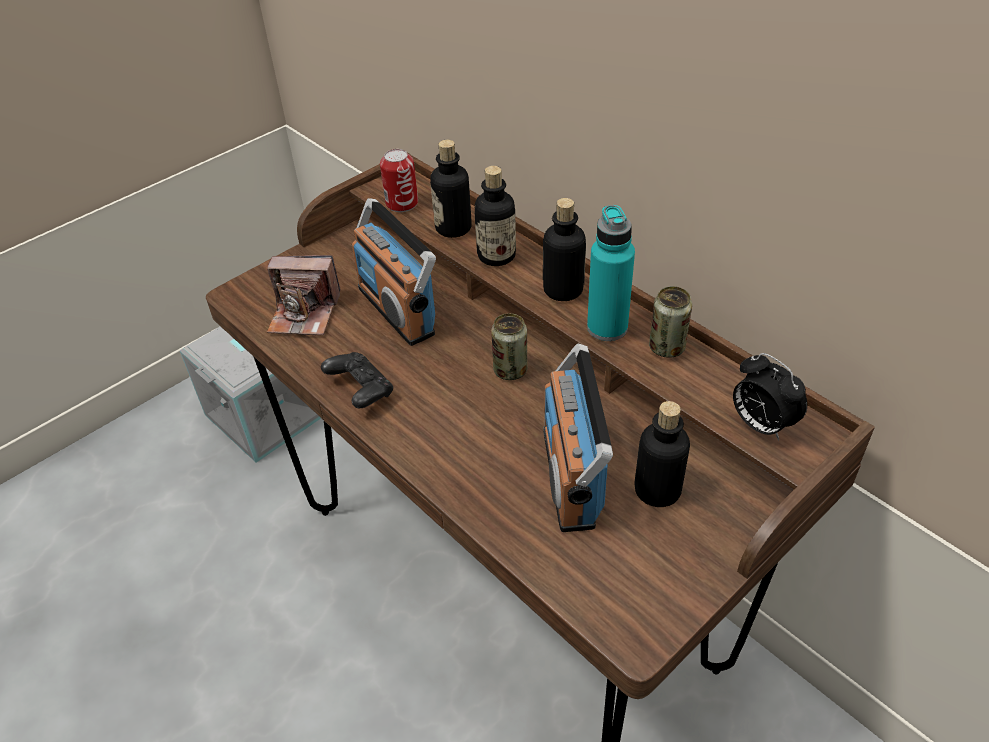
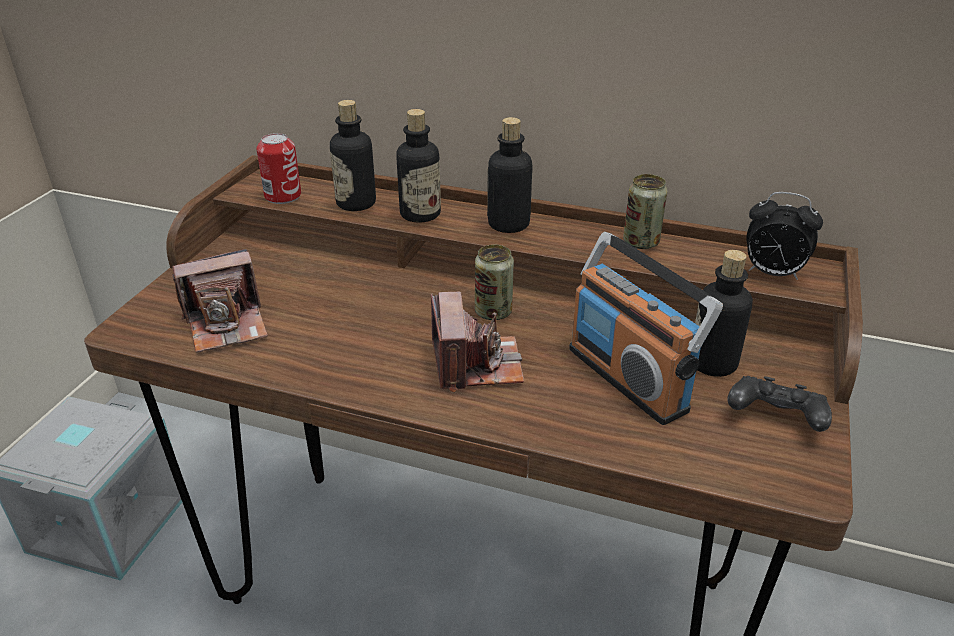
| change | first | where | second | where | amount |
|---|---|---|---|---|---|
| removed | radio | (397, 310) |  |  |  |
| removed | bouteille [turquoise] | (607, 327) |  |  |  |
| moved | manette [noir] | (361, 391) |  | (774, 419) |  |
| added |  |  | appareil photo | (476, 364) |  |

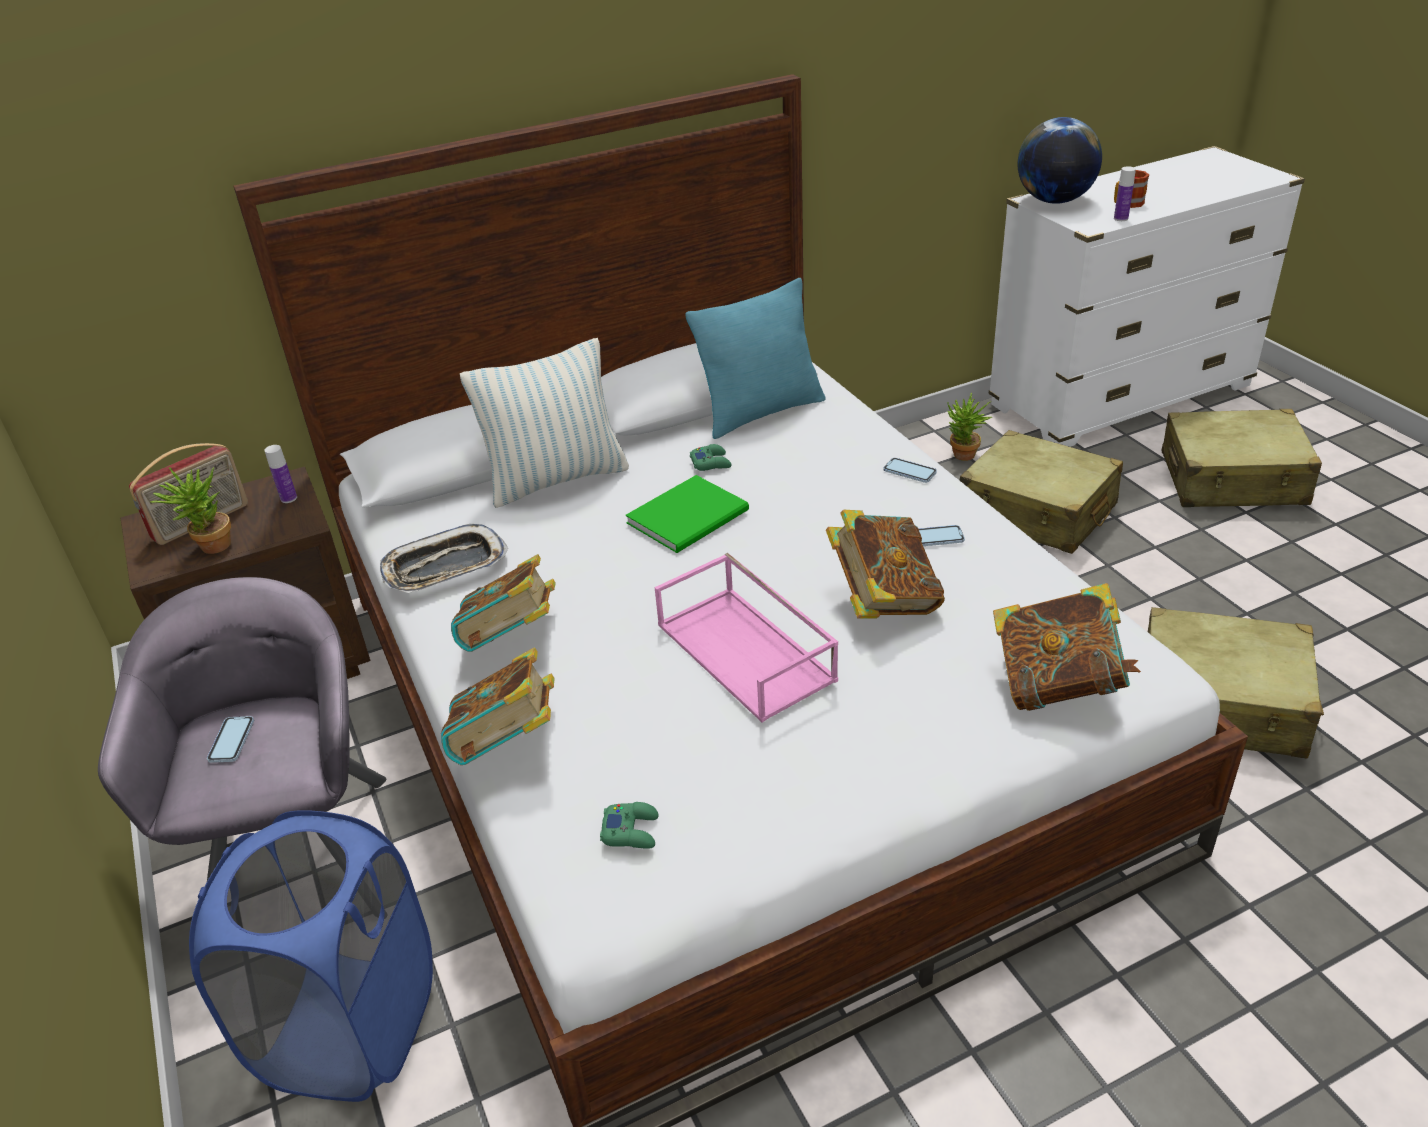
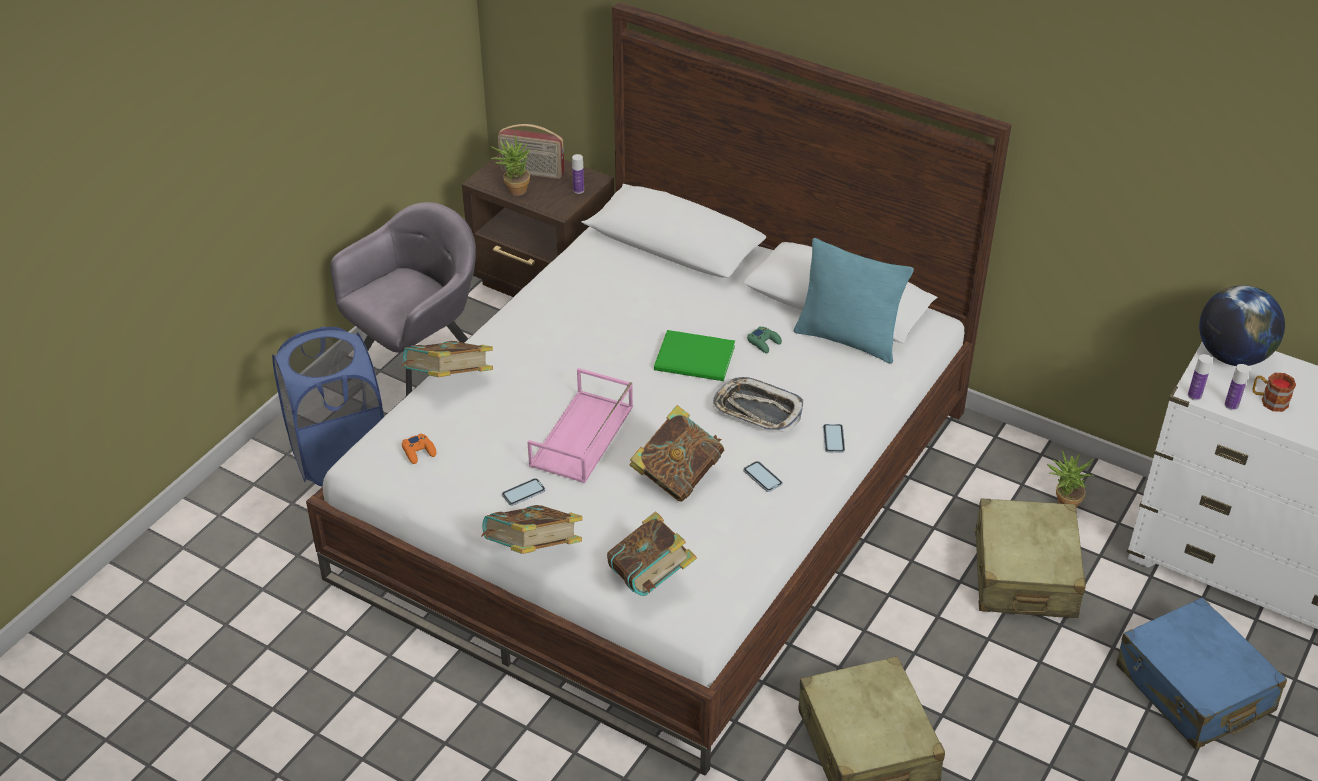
| change | first | where | second | where | amount |
|---|---|---|---|---|---|
| removed | coussin | (556, 479) |  |  |  |
| recoloured | valise [beige] | (1233, 479) | valise [bleu] | (1194, 689) |  |
| moved | plateau | (444, 567) |  | (757, 410) |  |
| moved | livre | (512, 640) |  | (532, 552) |  |
| moved | téléphone | (231, 741) |  | (523, 493) |  |
| recoloured | manette [vert] | (631, 831) | manette [orange] | (419, 451) |  |
| added |  |  | bouteille | (1194, 396) |  |

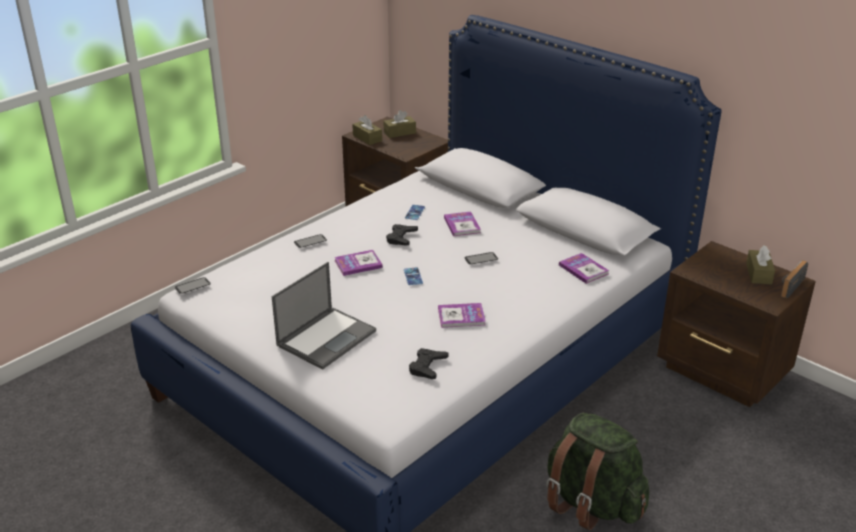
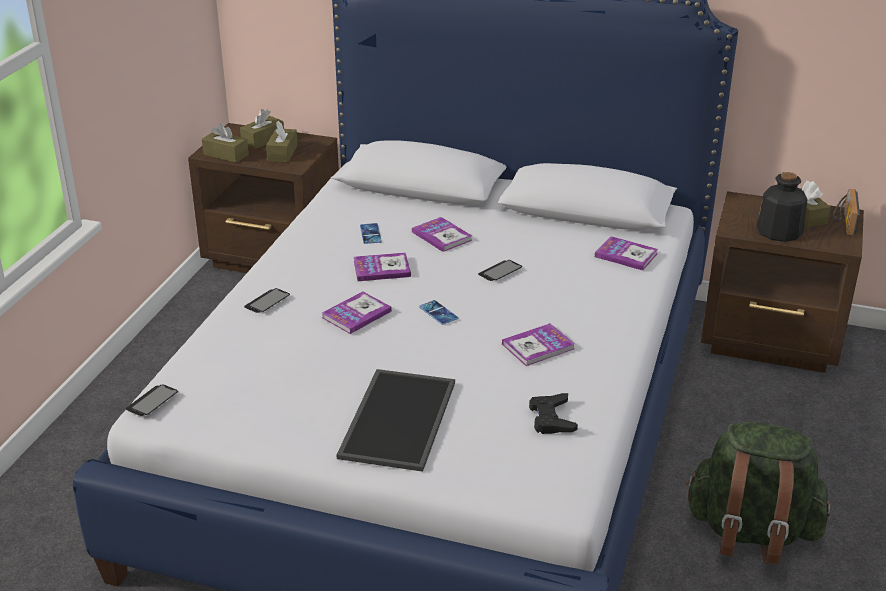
| change | first | where | second | where | amount |
|---|---|---|---|---|---|
| replaced | manette [noir] | (401, 238) | livre | (382, 269) |  |
| replaced | ordinateur portable | (327, 337) | plateau | (396, 418) |  |
| added |  |  | boîte à mouchoirs [marron] | (282, 153) |  |
| added |  |  | bouteille | (779, 231) |  |

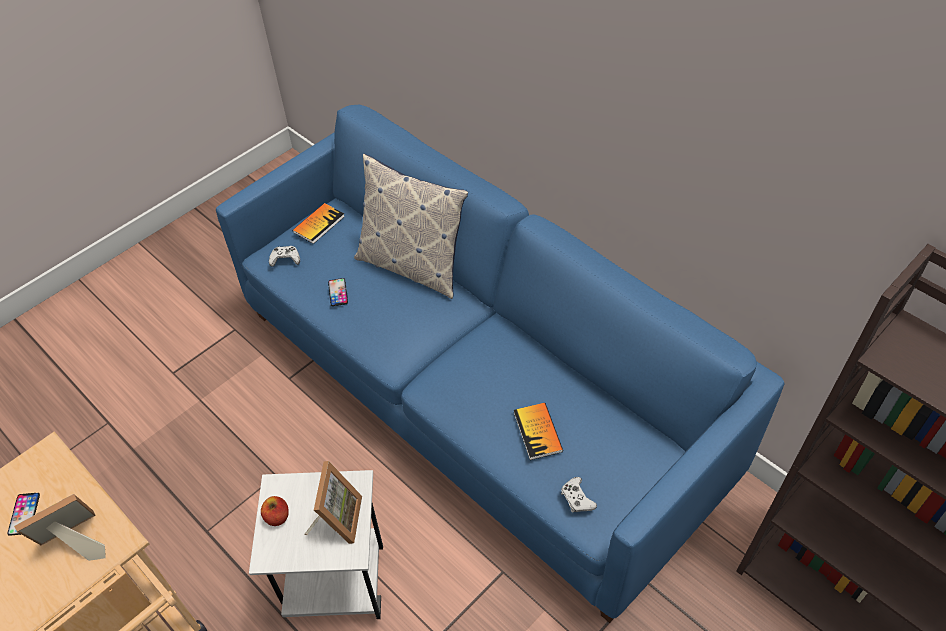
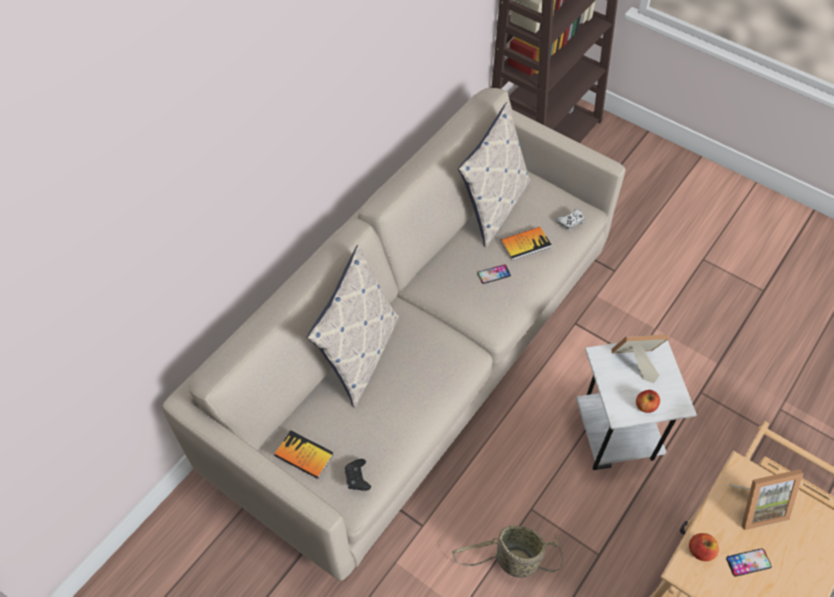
| change | first | where | second | where | amount |
|---|---|---|---|---|---|
| recoloured | canapé [bleu] | (478, 392) | canapé [beige] | (417, 357) |  |
| recoloured | manette [blanc] | (285, 259) | manette [noir] | (357, 477) |  |
| moved | téléphone | (338, 292) |  | (494, 274) |  |
| turned | cadre photo | (74, 543) |  | (757, 506) | 60 degrees counterclockwise |
| added |  |  | coussin | (493, 207) |  |
| added |  |  | panier | (513, 561) |  |
| added |  |  | pomme | (700, 551) |  |

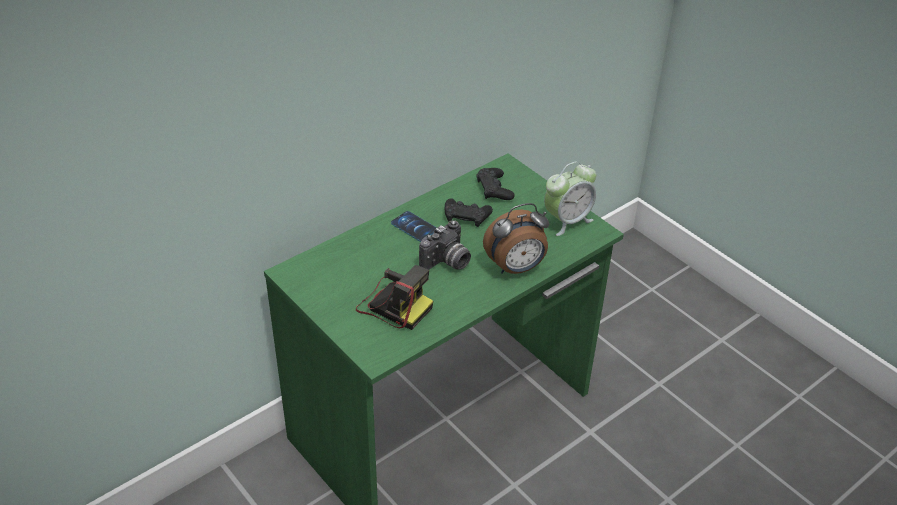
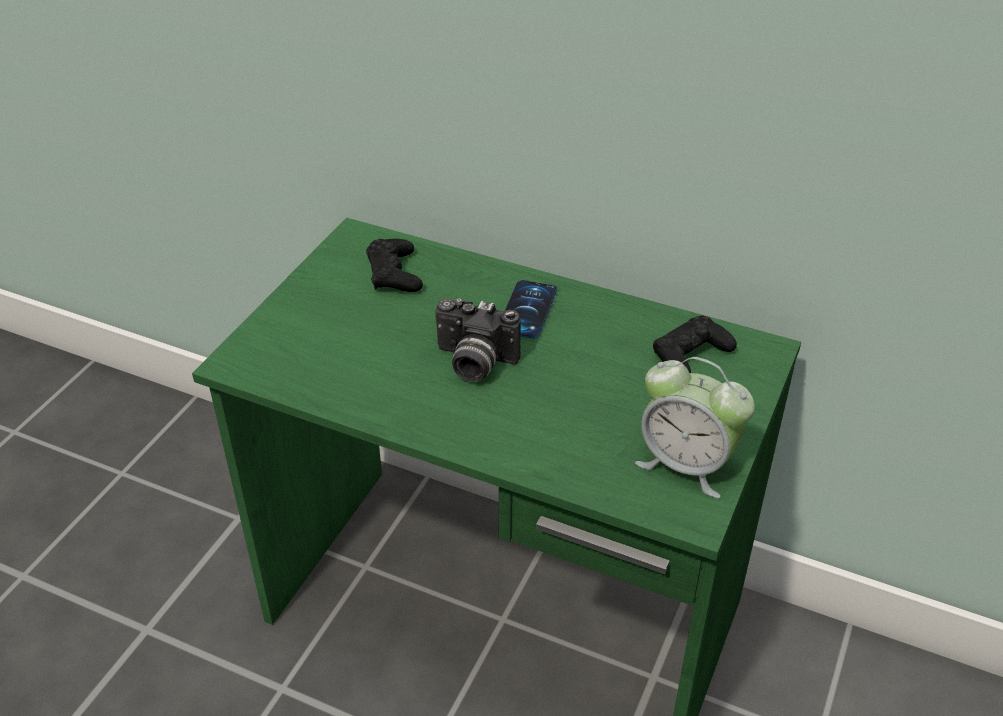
| change | first | where | second | where | amount |
|---|---|---|---|---|---|
| moved | manette [noir] | (466, 216) |  | (394, 274) |  |
| removed | réveil | (516, 268) |  |  |  |
| removed | appareil photo | (393, 305) |  |  |  |

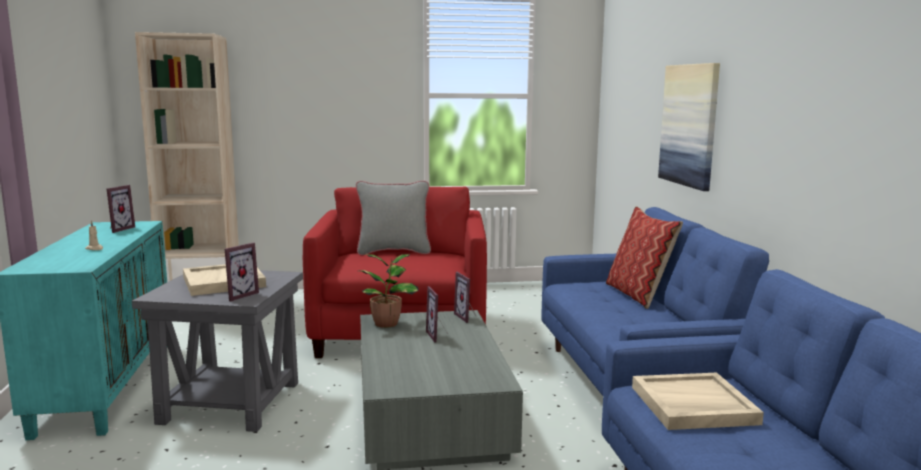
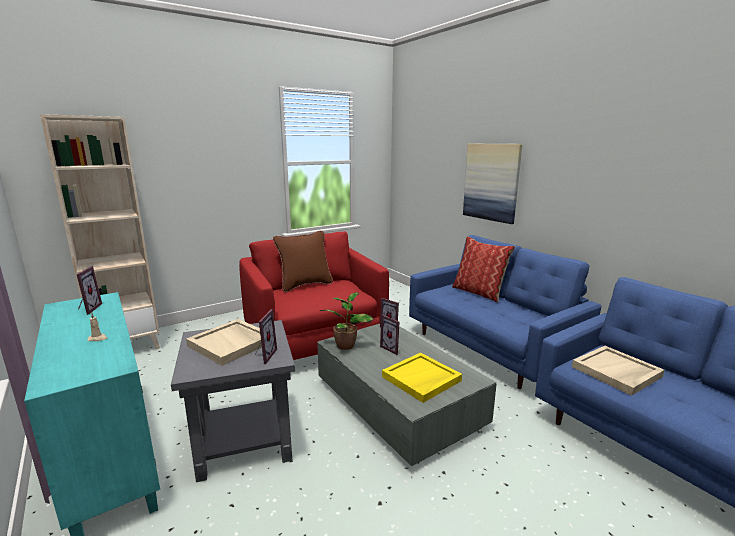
| change | first | where | second | where | amount |
|---|---|---|---|---|---|
| recoloured | coussin [gris] | (393, 251) | coussin [marron] | (305, 285) |  |
| added |  |  | plateau [jaune] | (421, 379) |  |

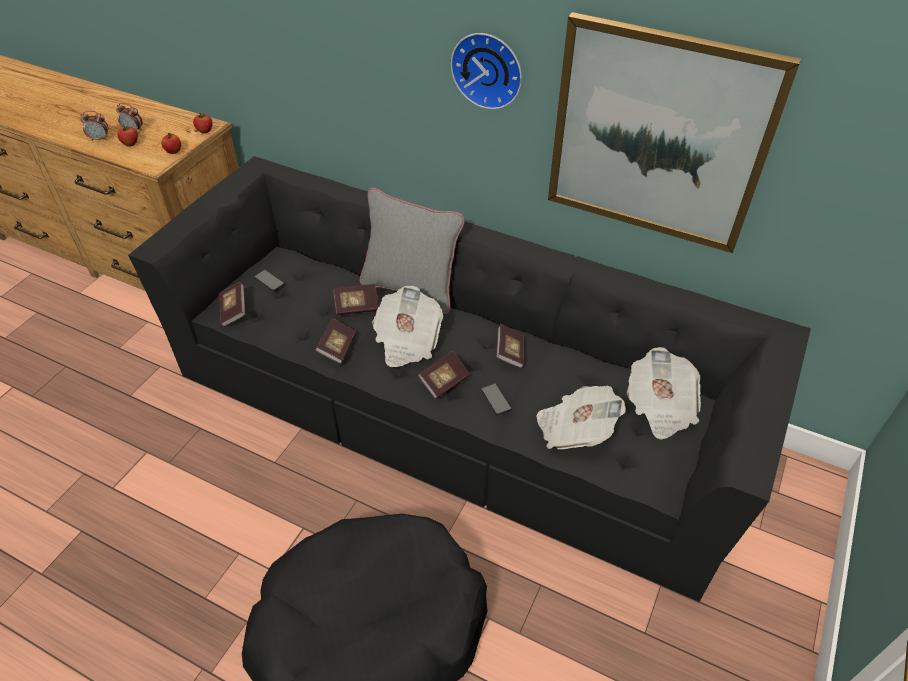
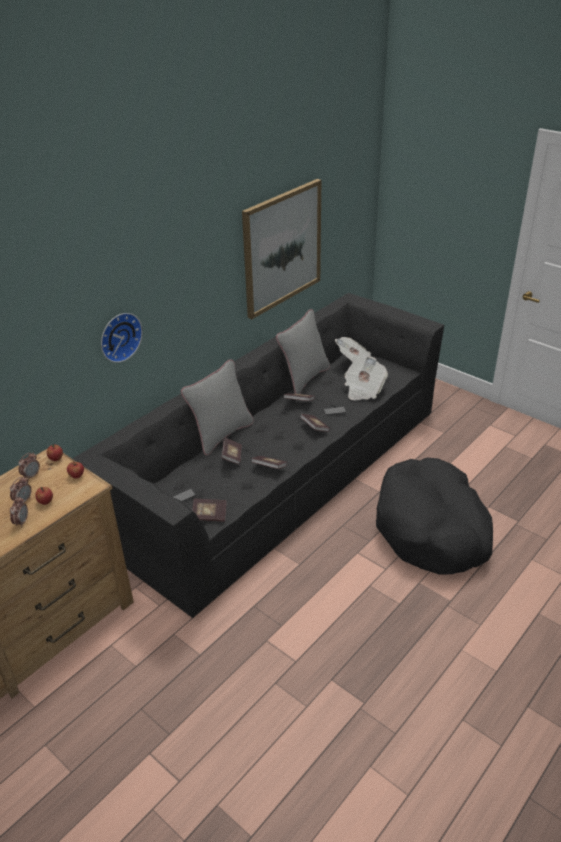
| change | first | where | second | where | amount |
|---|---|---|---|---|---|
| moved | horloge murale | (488, 69) |  | (119, 336) |  |
| removed | journal | (407, 341) |  |  |  |
| added |  |  | coussin [gris] | (304, 378) |  |
| added |  |  | réveil | (31, 476) |  |

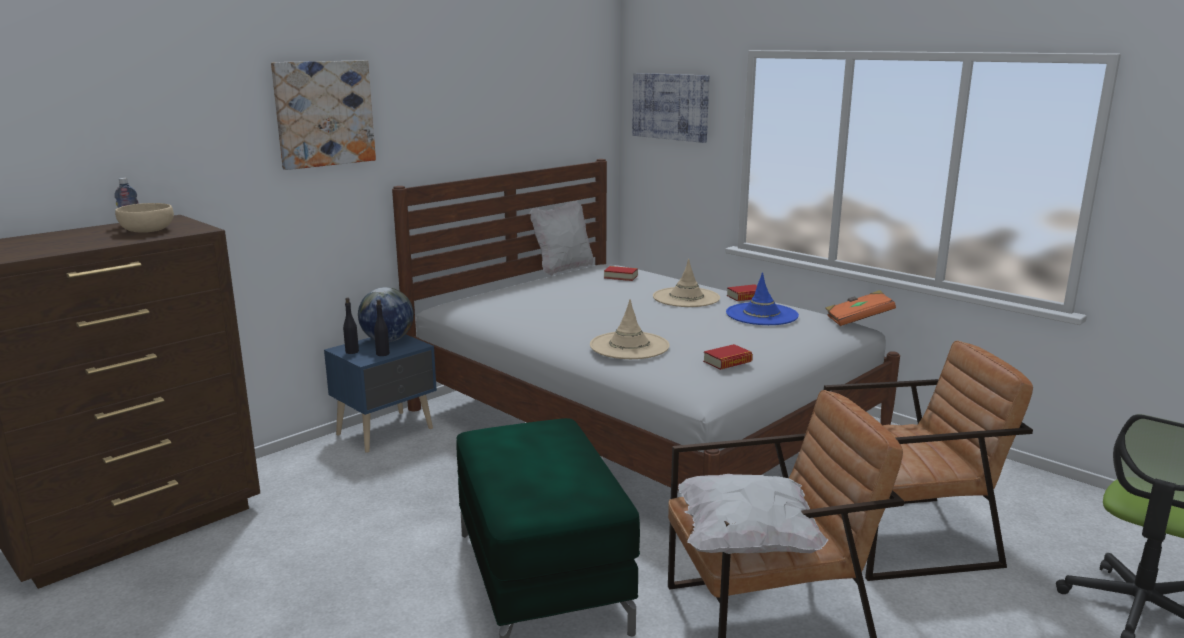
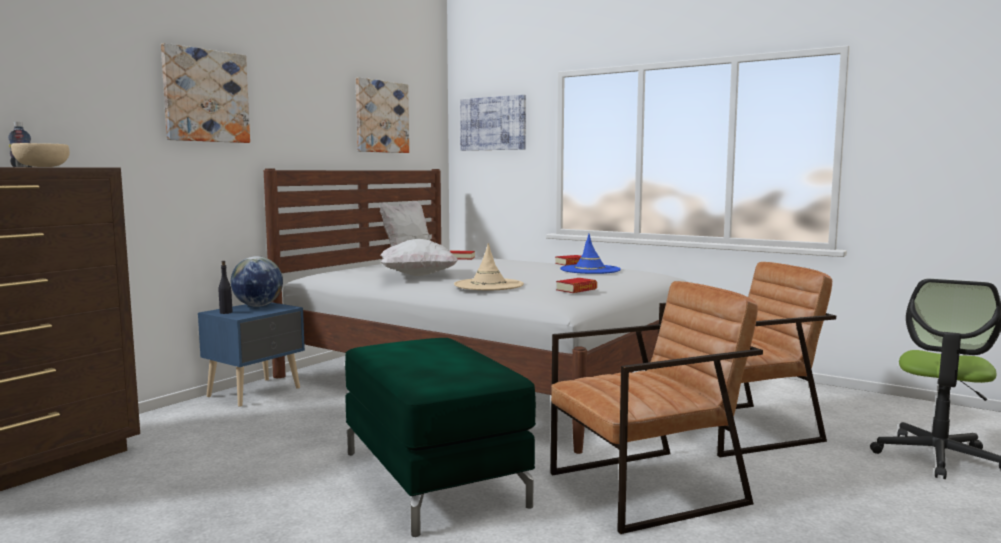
| change | first | where | second | where | amount |
|---|---|---|---|---|---|
| removed | chapeau [beige] | (686, 298) |  |  |  |
| removed | livre [orange] | (858, 320) |  |  |  |
| removed | bouteille [noir] | (383, 354) |  |  |  |
| moved | coussin [blanc] | (747, 541) |  | (418, 276) |  |
| added |  |  | tableau | (381, 117) |  |

